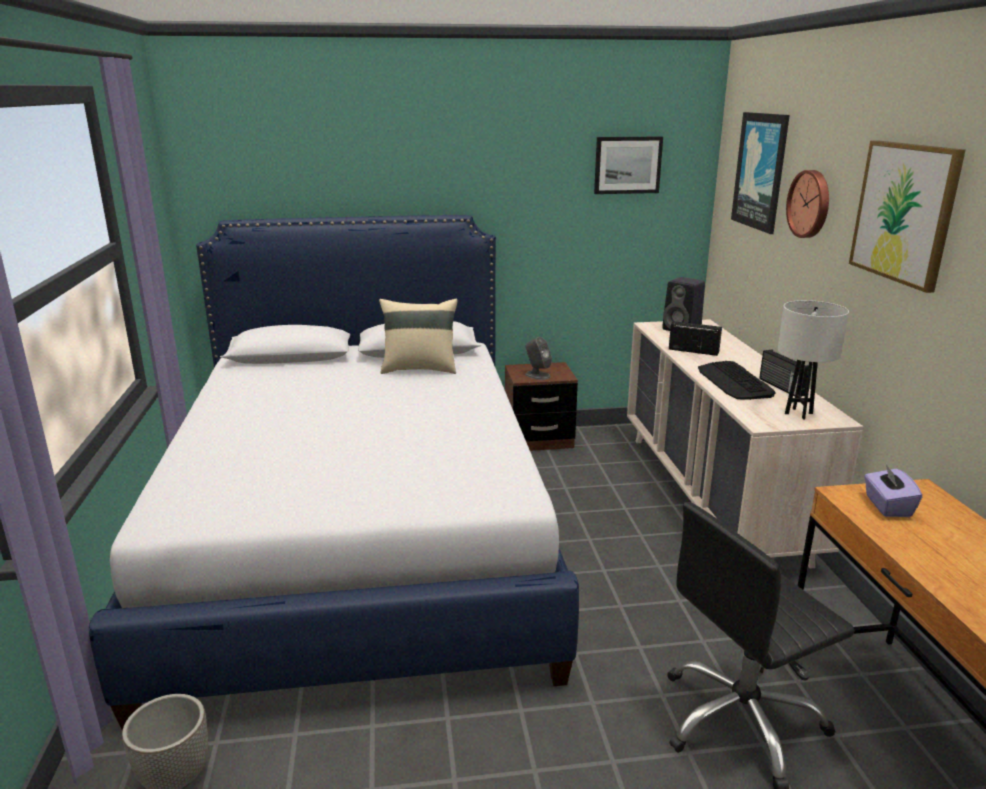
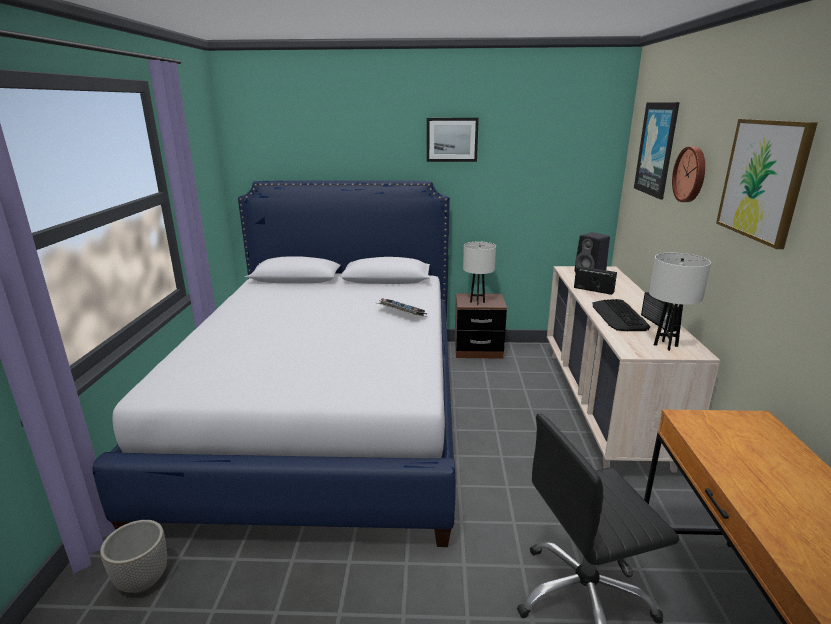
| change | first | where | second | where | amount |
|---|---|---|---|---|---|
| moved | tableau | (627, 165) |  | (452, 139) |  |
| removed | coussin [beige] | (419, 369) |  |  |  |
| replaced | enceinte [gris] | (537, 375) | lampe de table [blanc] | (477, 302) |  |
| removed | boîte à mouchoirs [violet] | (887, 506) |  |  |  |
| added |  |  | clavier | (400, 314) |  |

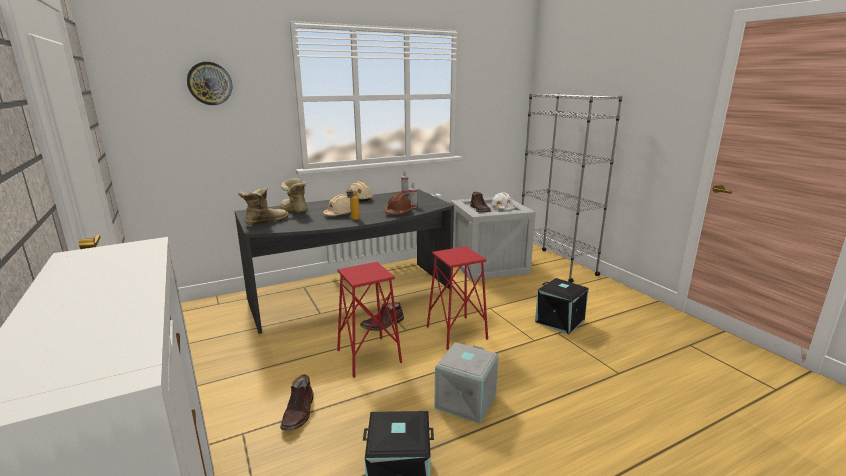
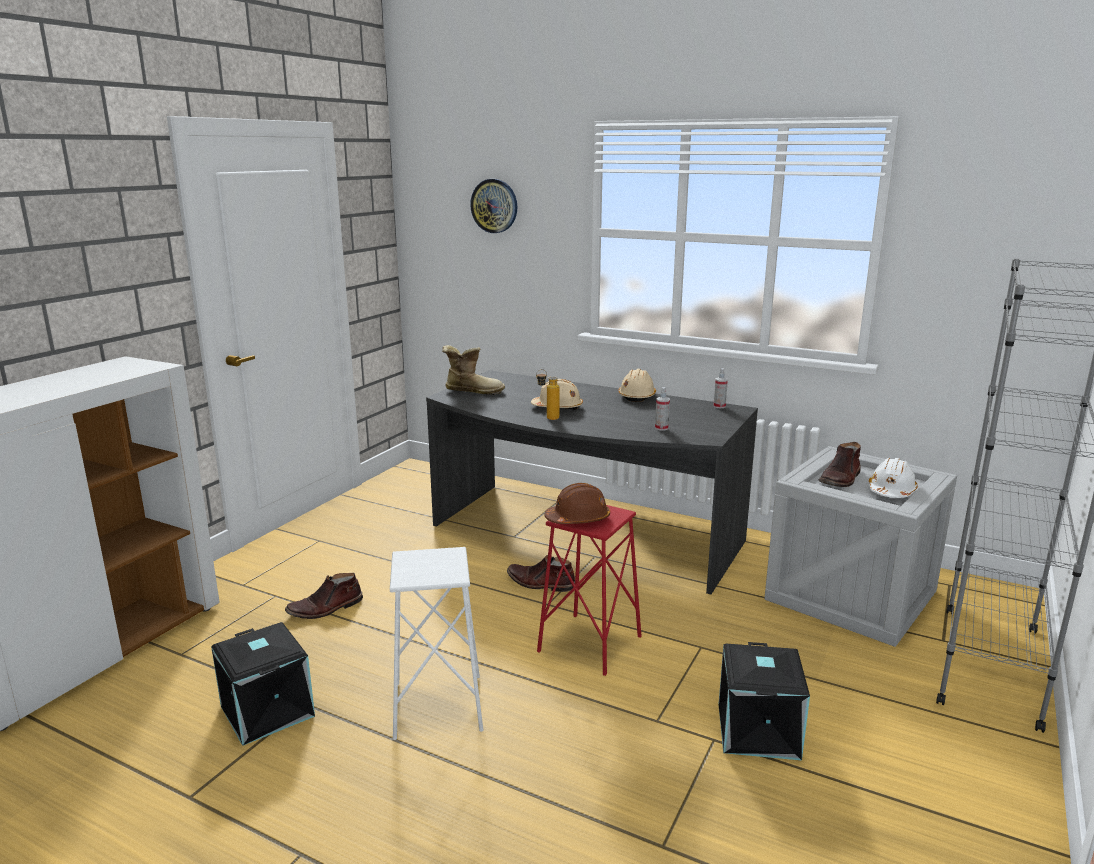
| change | first | where | second | where | amount |
|---|---|---|---|---|---|
| removed | botte | (293, 211) |  |  |  |
| moved | casque de chantier [marron] | (398, 212) |  | (578, 519) |  |
| removed | tabouret [rouge] | (368, 356) |  |  |  |
| replaced | boîte de rangement [gris] | (465, 400) | tabouret [blanc] | (438, 706) |  |

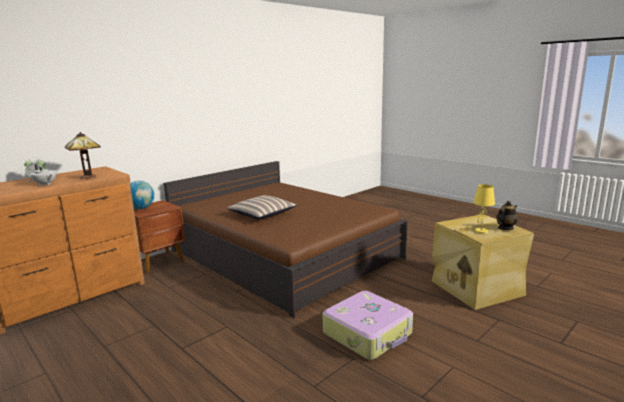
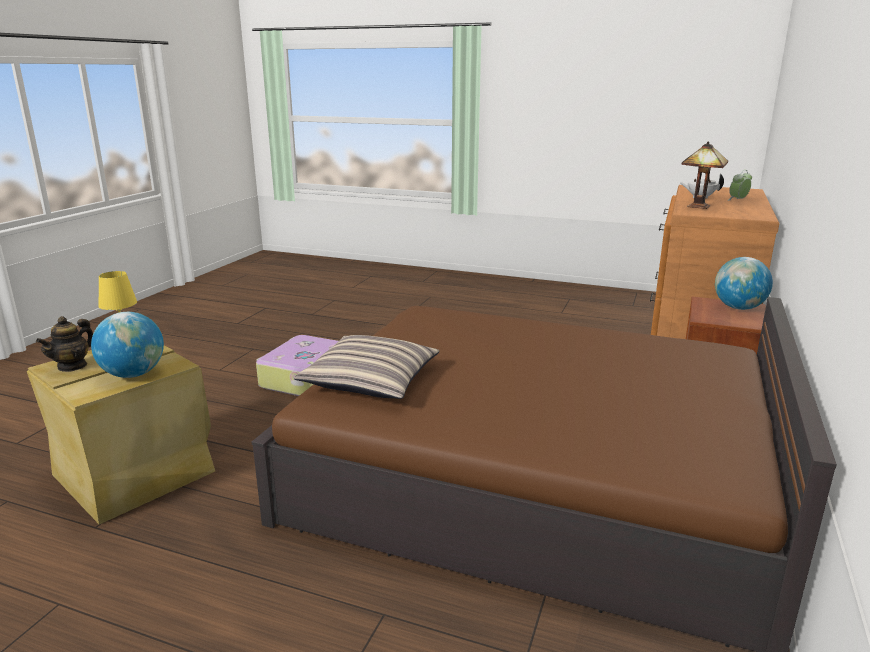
| change | first | where | second | where | amount |
|---|---|---|---|---|---|
| moved | coussin | (262, 214) |  | (370, 380) |  |
| added |  |  | globe | (133, 374) |  |

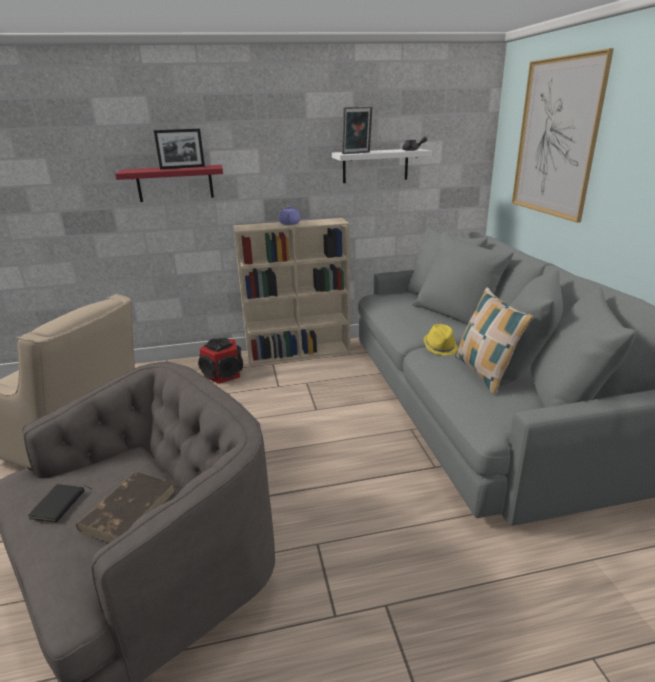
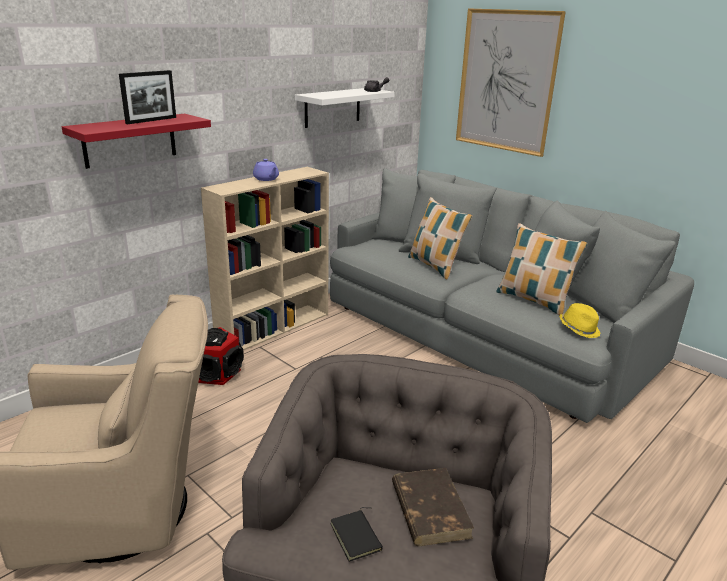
| change | first | where | second | where | amount |
|---|---|---|---|---|---|
| removed | cadre photo | (357, 153) |  |  |  |
| moved | chapeau [jaune] | (440, 347) |  | (579, 329) |  |
| added |  |  | coussin | (435, 266) |  |

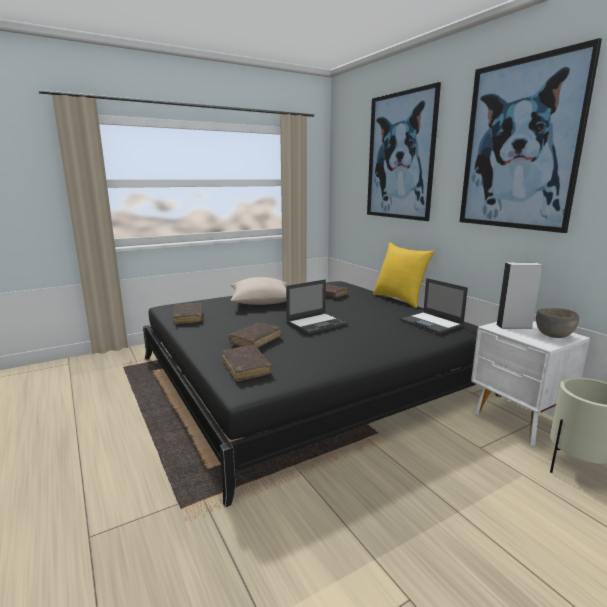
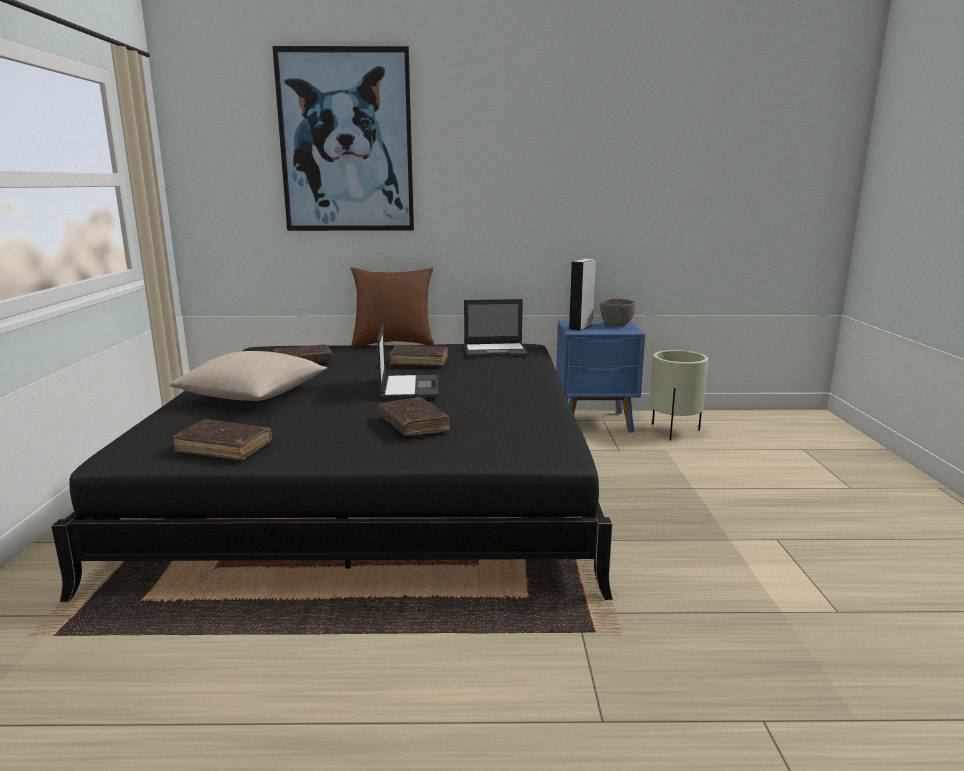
| change | first | where | second | where | amount |
|---|---|---|---|---|---|
| removed | tableau | (519, 146) |  |  |  |
| recoloured | coussin [jaune] | (400, 299) | coussin [marron] | (393, 343) |  |
| recoloured | table de chevet [blanc] | (519, 421) | table de chevet [bleu] | (595, 422) |  |
| moved | livre [marron] | (246, 368) |  | (419, 361) |  |

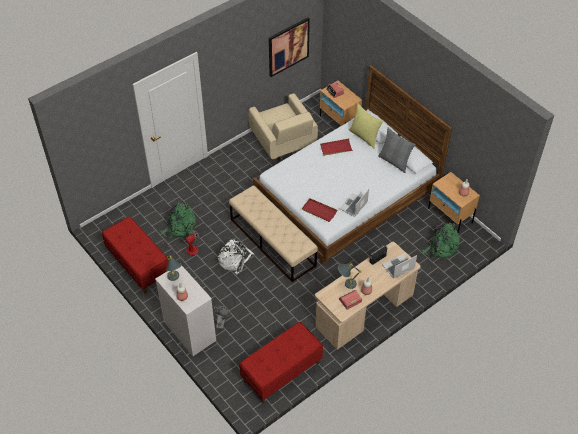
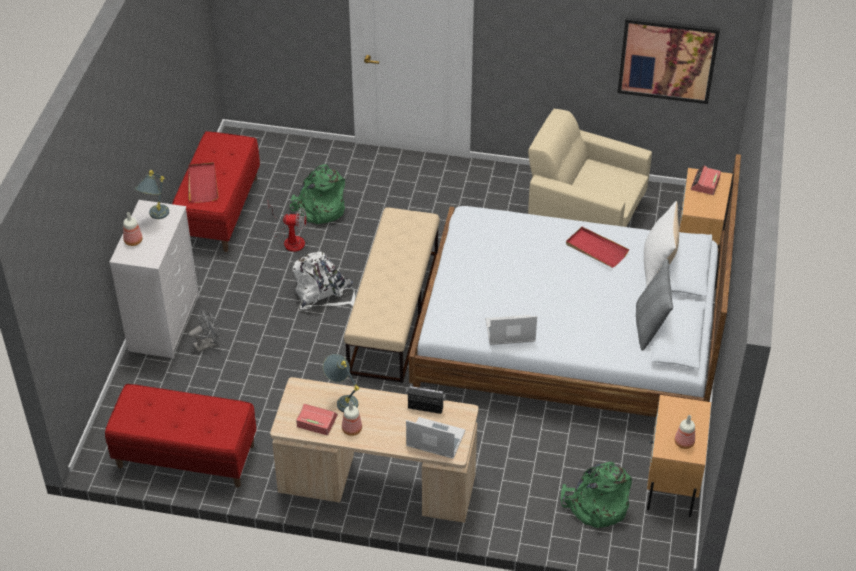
| change | first | where | second | where | amount |
|---|---|---|---|---|---|
| turned | fauteuil [beige] | (283, 142) |  | (584, 213) | 90 degrees clockwise |
| recoloured | coussin [jaune] | (364, 136) | coussin [blanc] | (658, 265) |  |
| moved | plateau [rouge] | (319, 211) |  | (202, 184) |  |

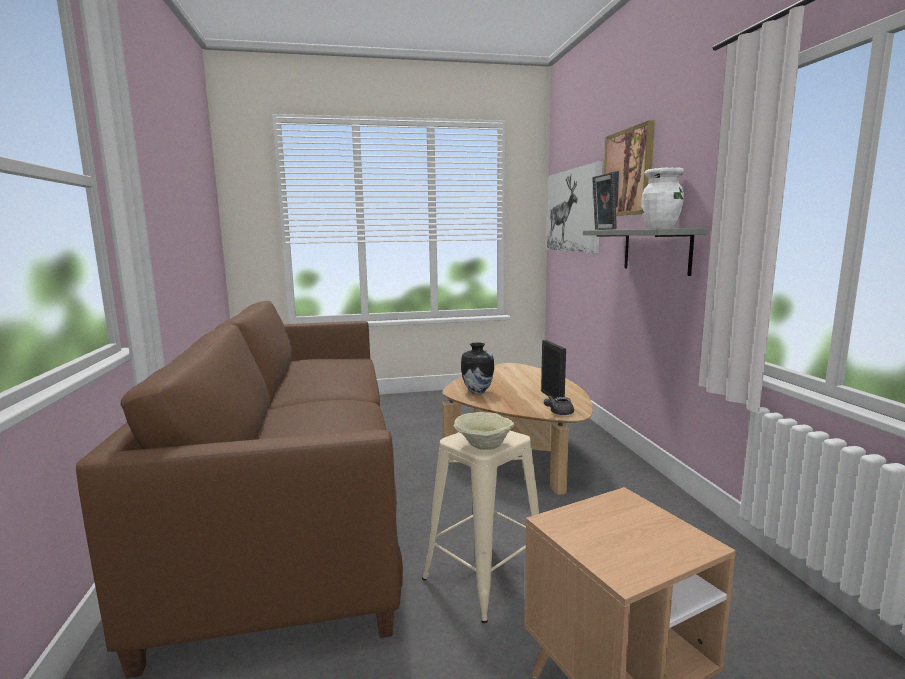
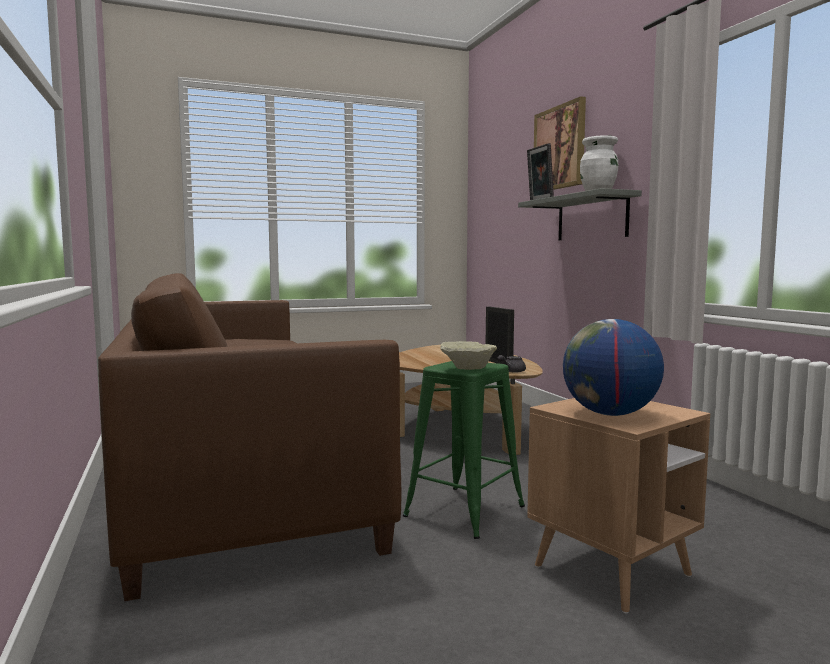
| change | first | where | second | where | amount |
|---|---|---|---|---|---|
| removed | tableau | (573, 210) |  |  |  |
| removed | vase | (477, 391) |  |  |  |
| recoloured | tabouret [beige] | (485, 576) | tabouret [vert] | (465, 511) |  |
| added |  |  | globe | (610, 414) |  |

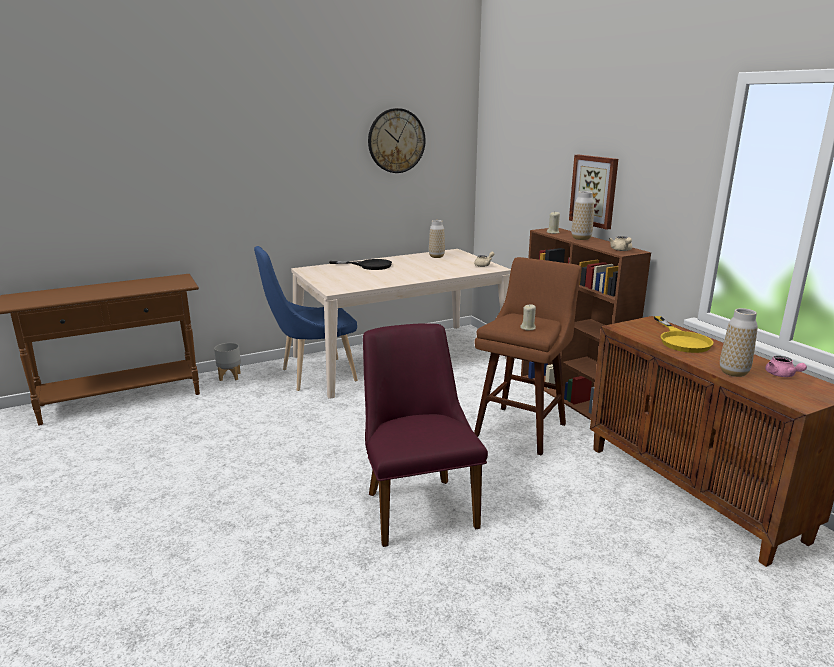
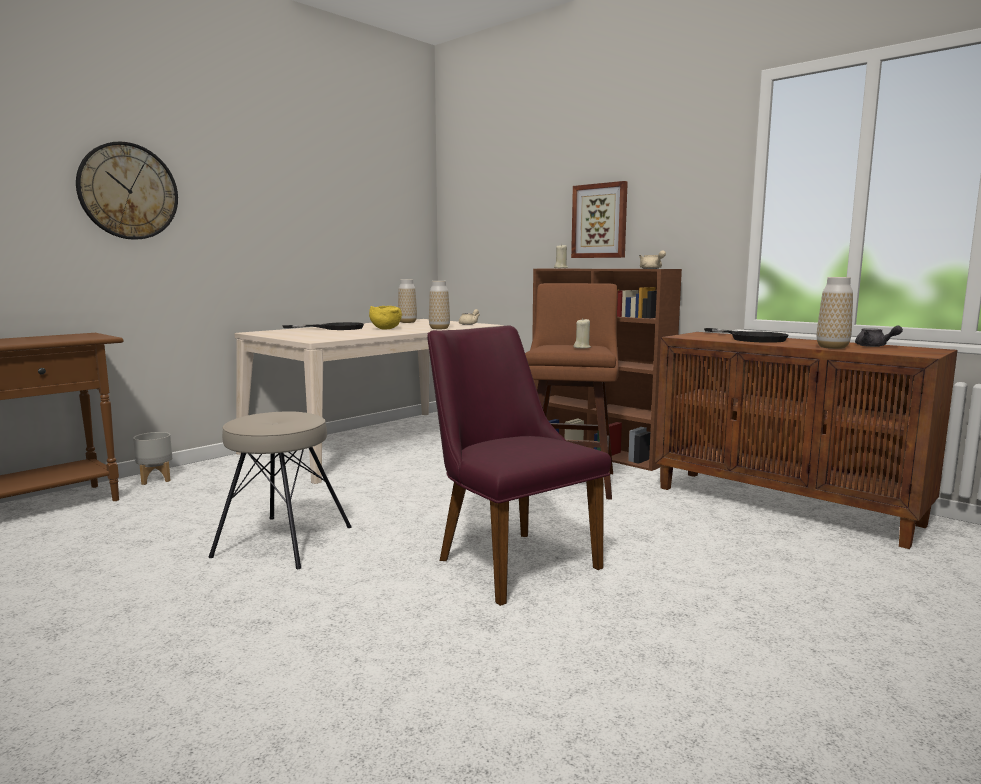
| change | first | where | second | where | amount |
|---|---|---|---|---|---|
| moved | horloge murale | (396, 141) |  | (128, 191) |  |
| moved | vase | (581, 238) |  | (439, 328) |  |
| removed | chaise [bleu] | (313, 376) |  |  |  |
| recoloured | poêle [jaune] | (681, 340) | poêle [noir] | (751, 338) |  |
| recoloured | théière [rose] | (782, 375) | théière [gris] | (874, 346) |  |
| added |  |  | bol [jaune] | (385, 329) |  |
| added |  |  | tabouret [beige] | (282, 541) |  |

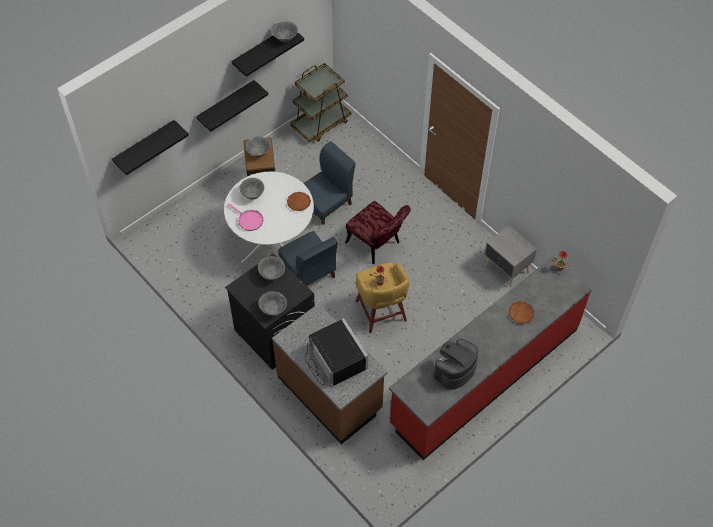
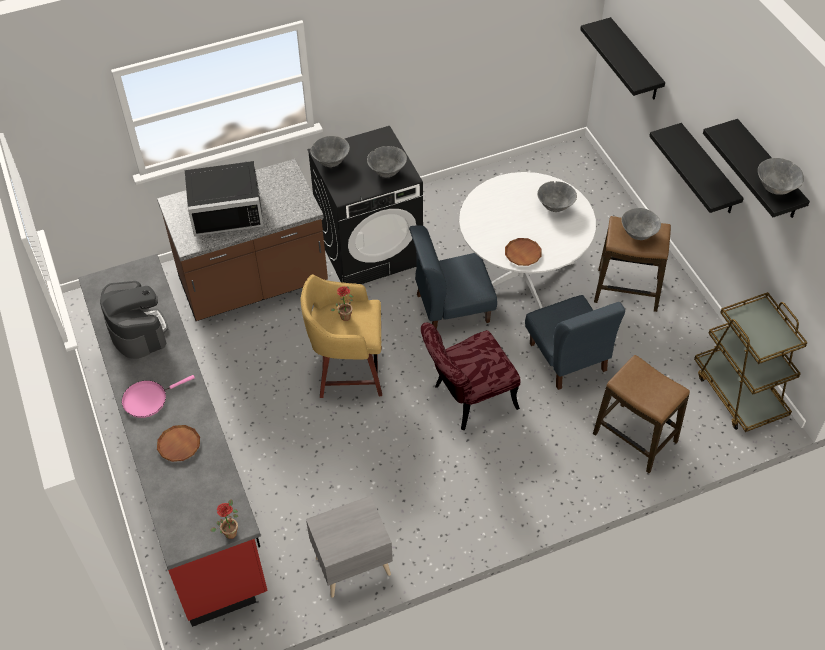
| change | first | where | second | where | amount |
|---|---|---|---|---|---|
| moved | poêle [rose] | (249, 220) |  | (148, 399) |  |
| added |  |  | tabouret | (635, 438) |  |

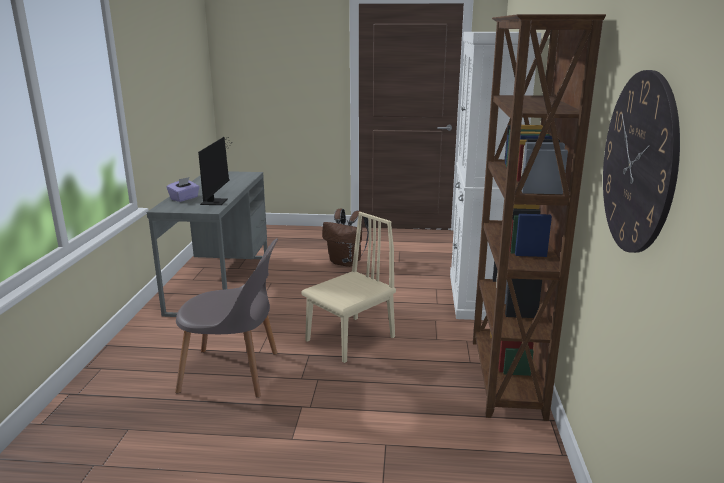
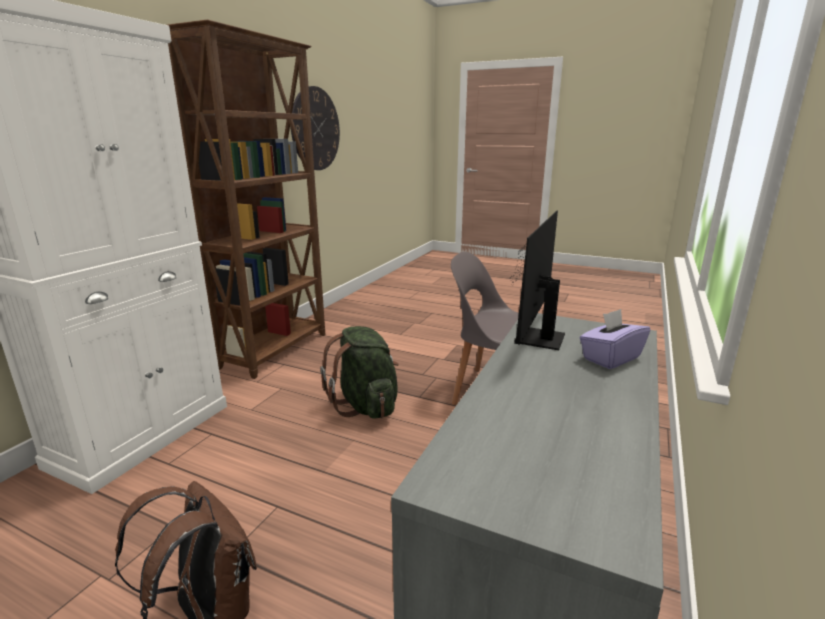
| change | first | where | second | where | amount |
|---|---|---|---|---|---|
| replaced | chaise [beige] | (350, 339) | sac à dos [vert] | (366, 405) |  |

